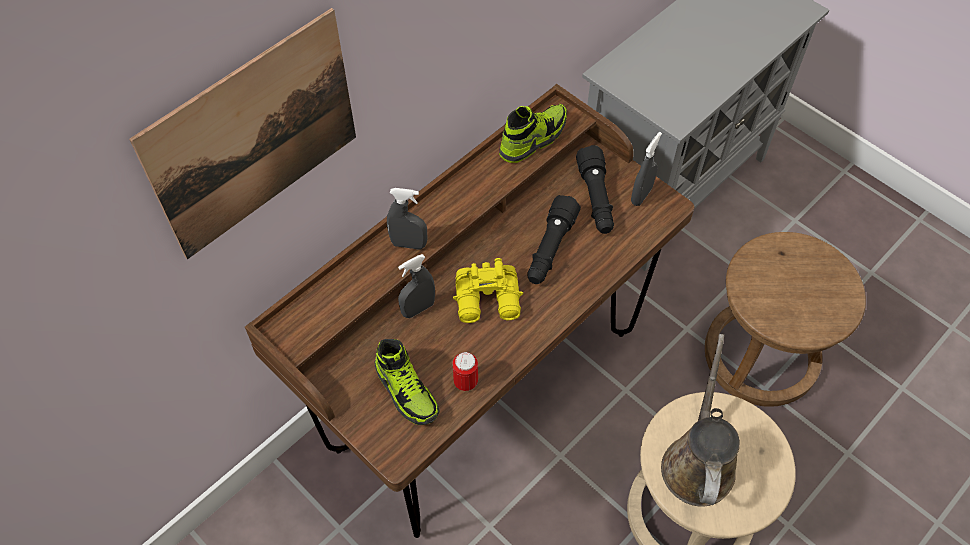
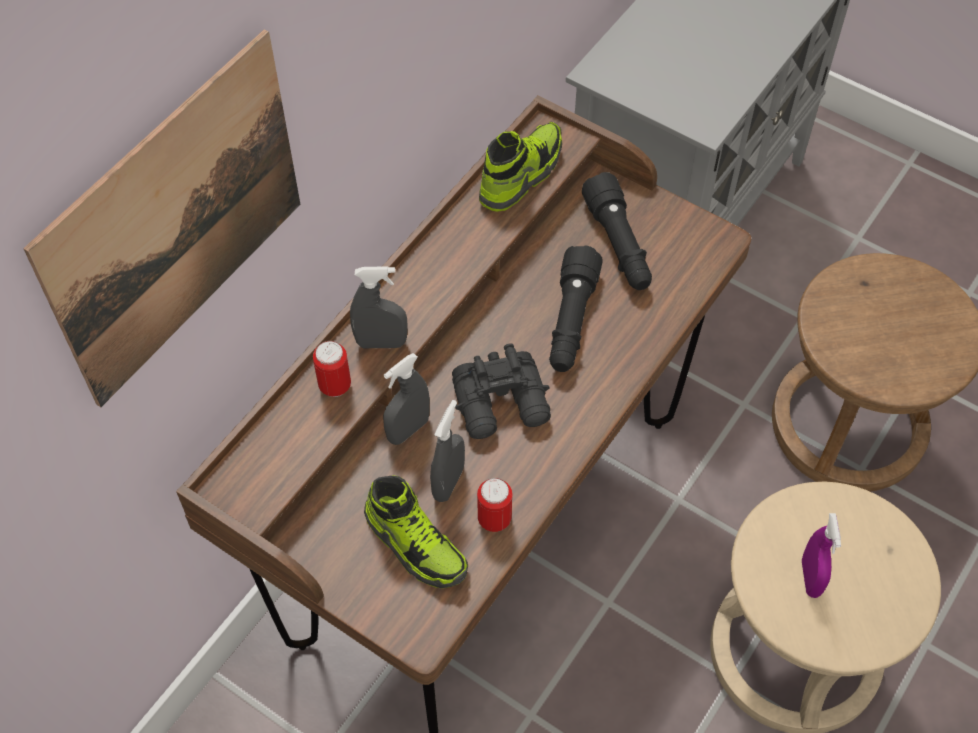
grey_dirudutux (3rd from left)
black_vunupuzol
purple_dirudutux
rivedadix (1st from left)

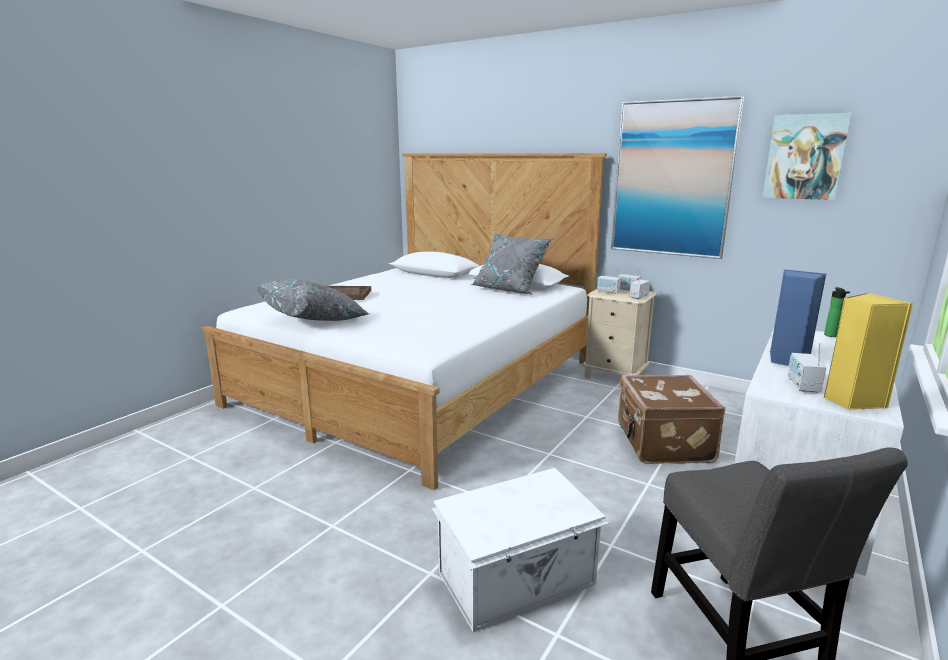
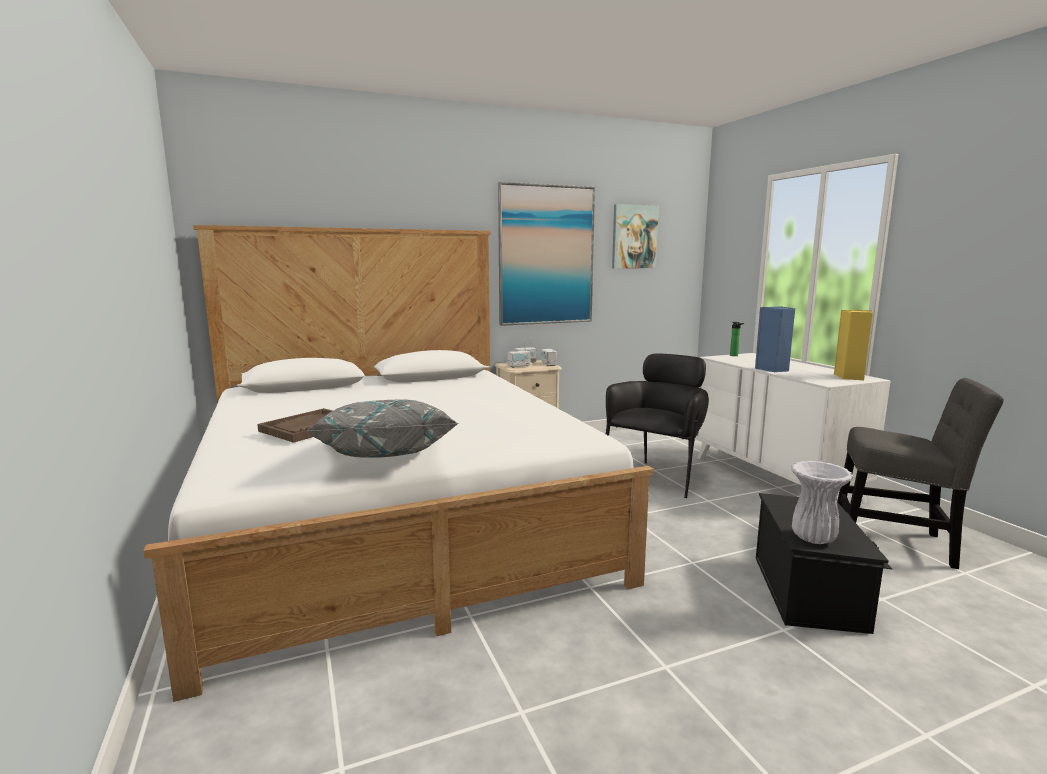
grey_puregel (2nd from left in the first image)
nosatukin (4th from left in the first image)
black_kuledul
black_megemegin
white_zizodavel

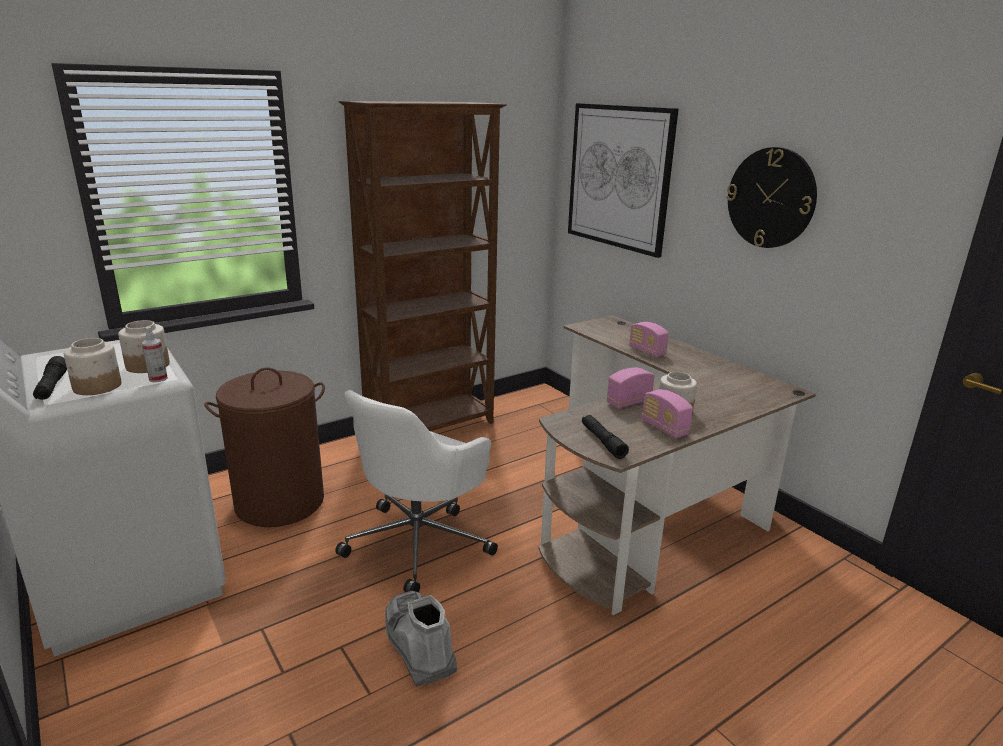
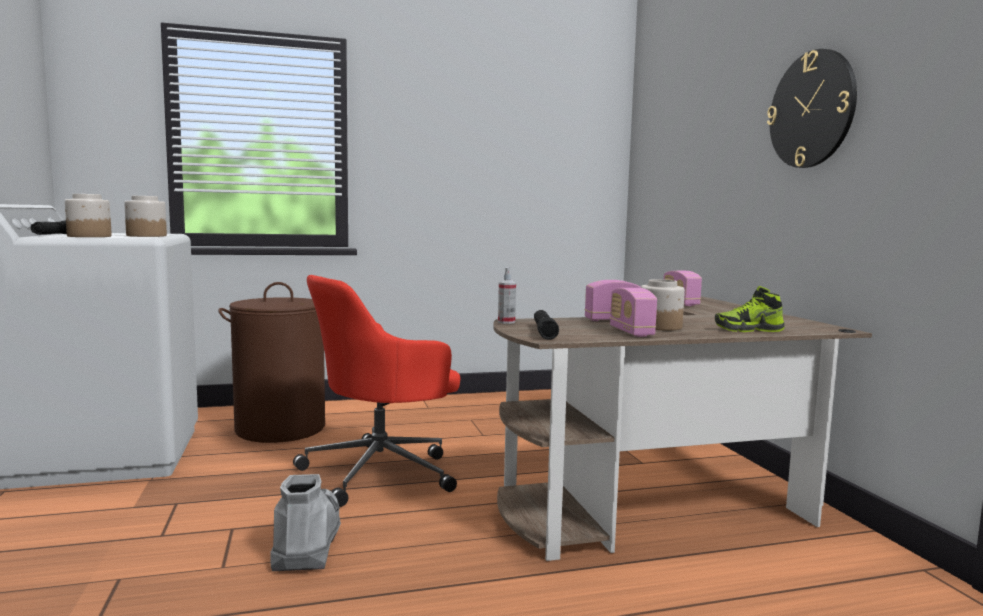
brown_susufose
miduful
dirudutux
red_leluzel
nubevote

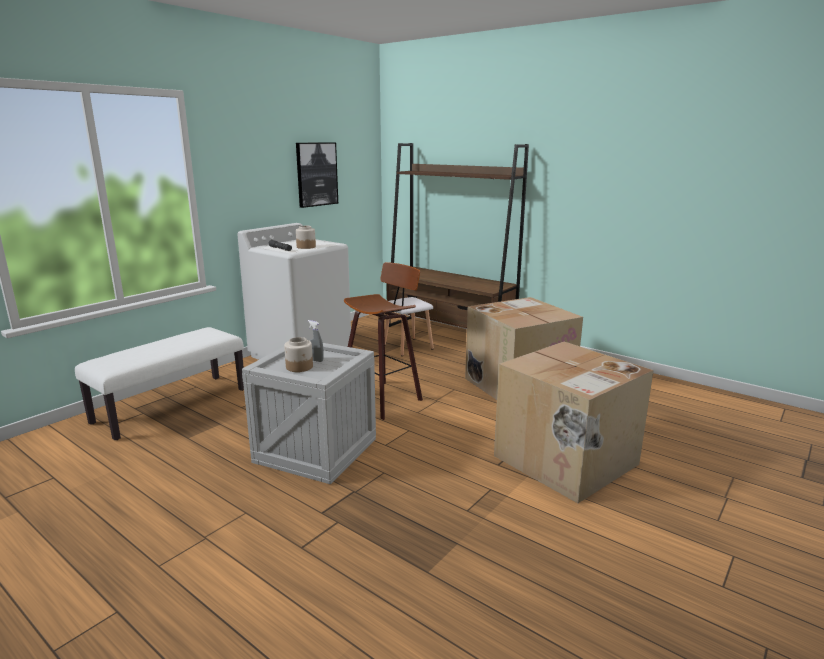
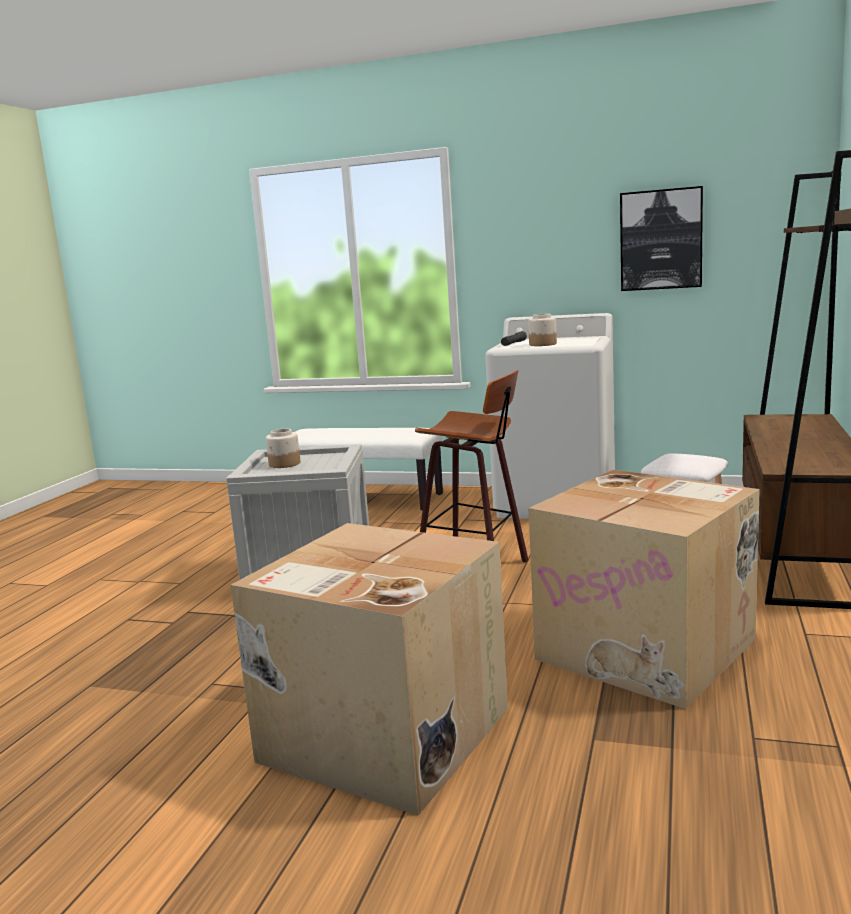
grey_dirudutux

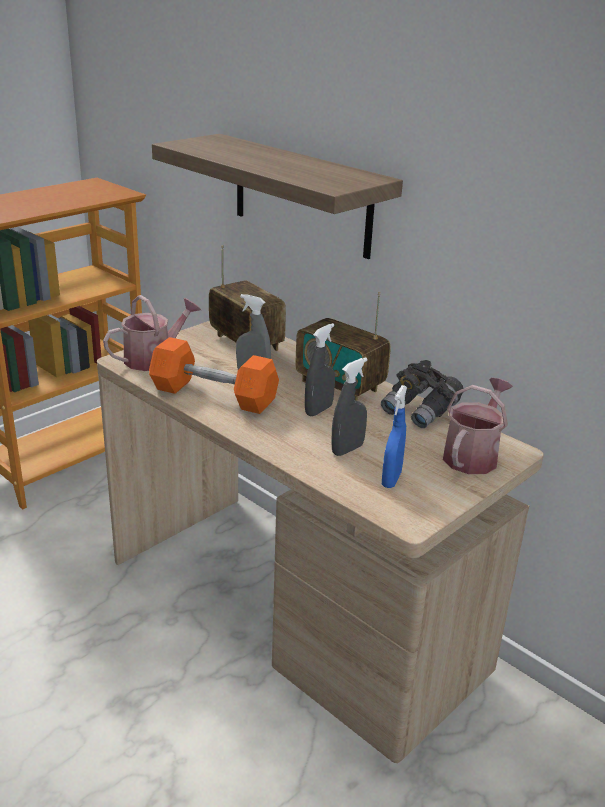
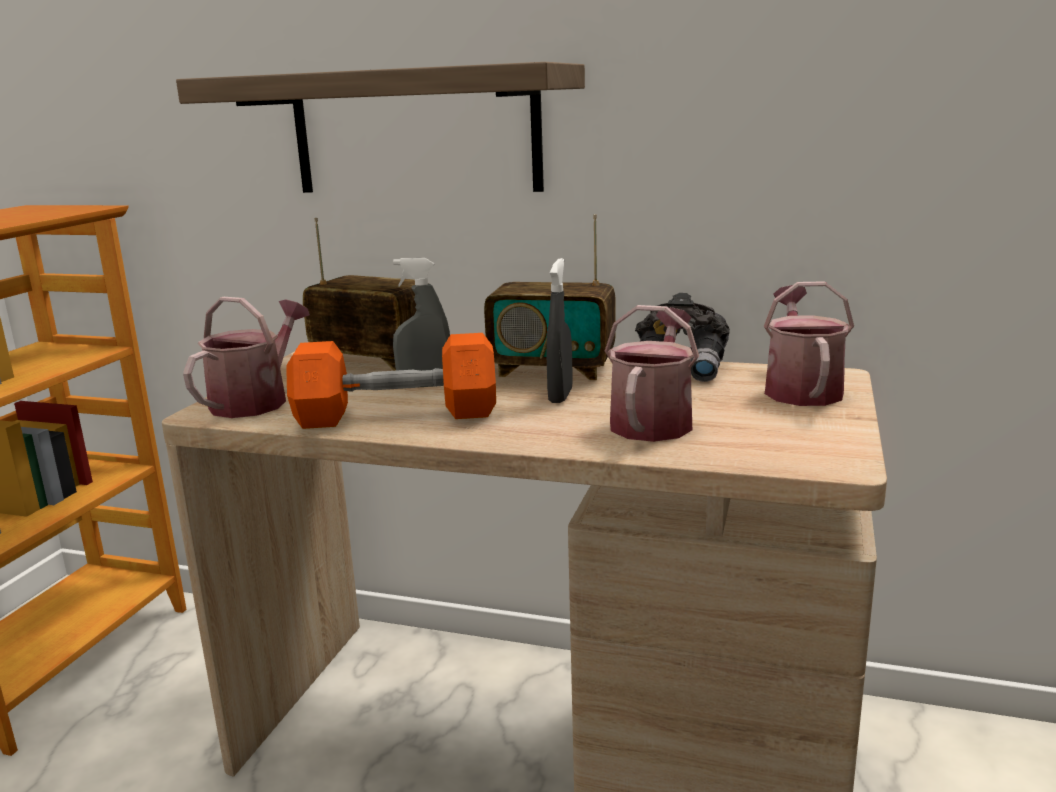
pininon (2nd from left)
blue_dirudutux

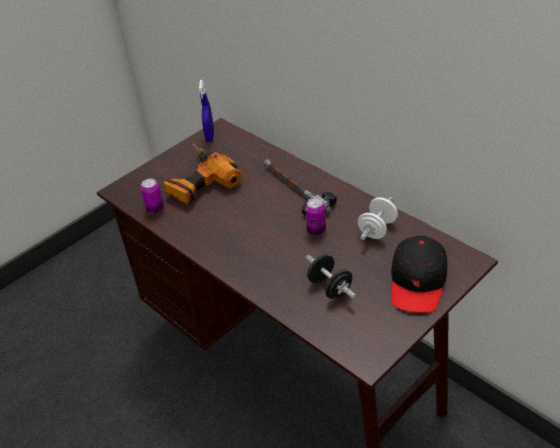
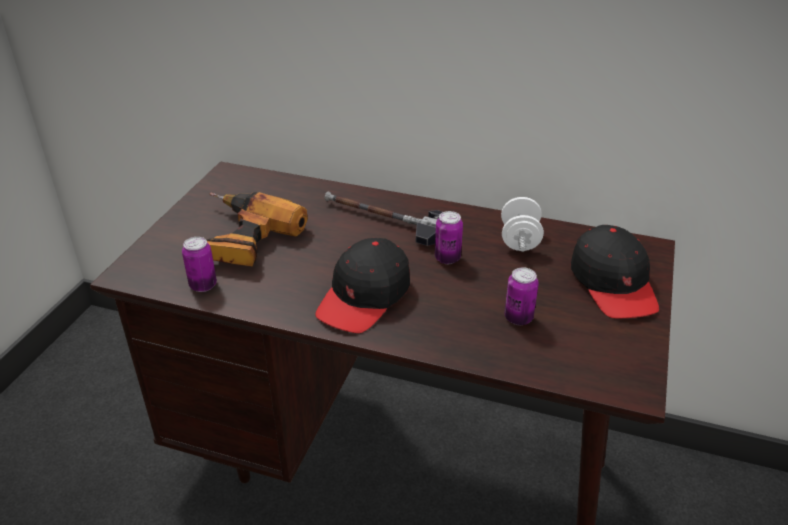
blue_dirudutux
rivedadix (3rd from left)
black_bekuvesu (1st from left)

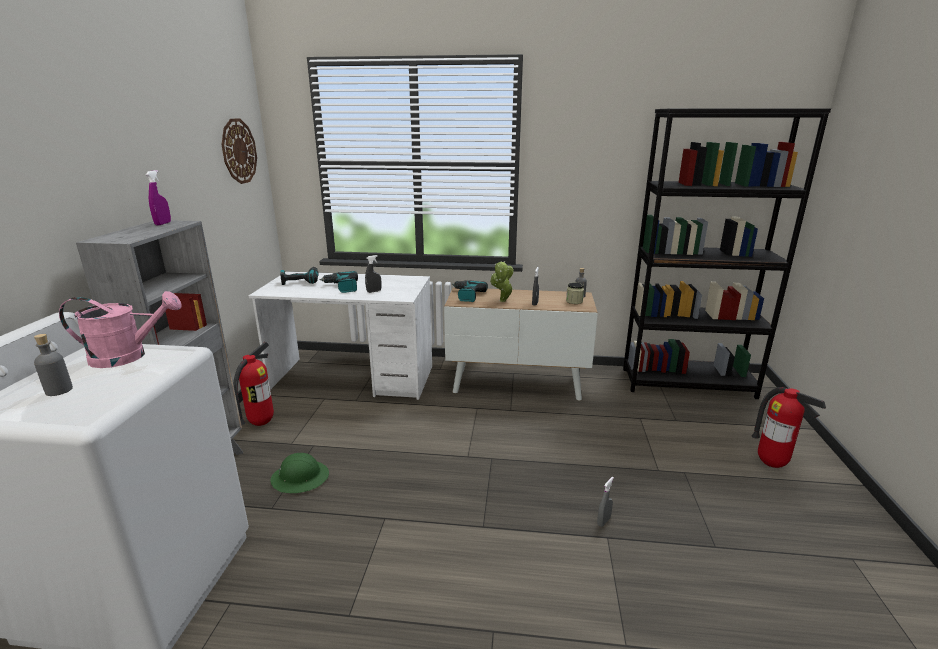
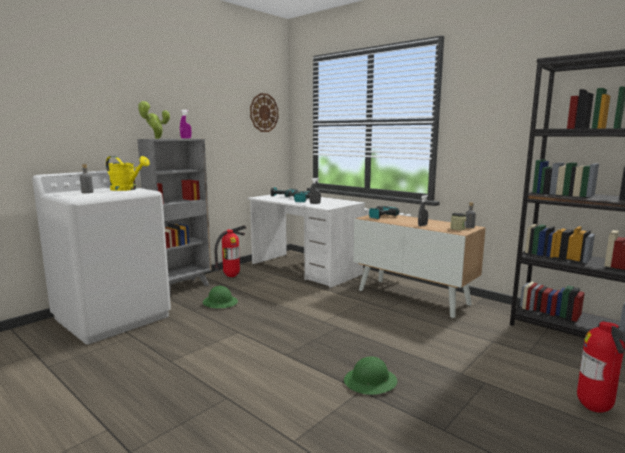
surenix
yellow_pininon
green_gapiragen (2nd from left)

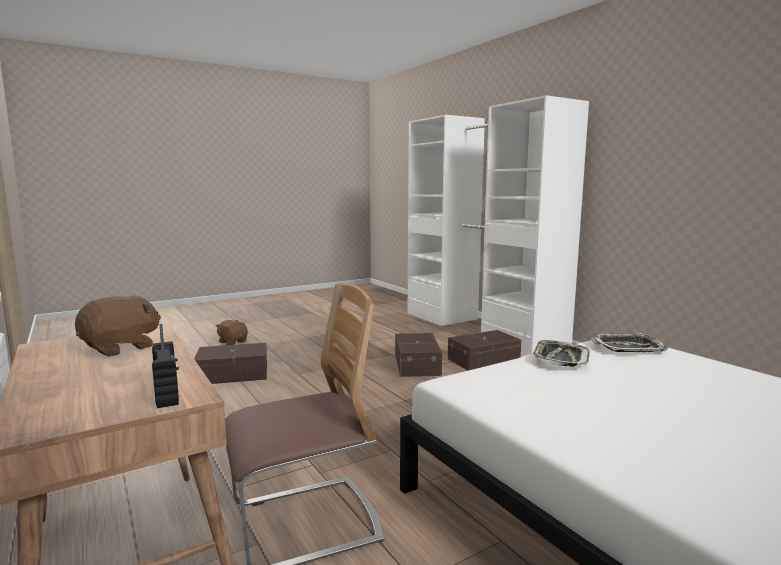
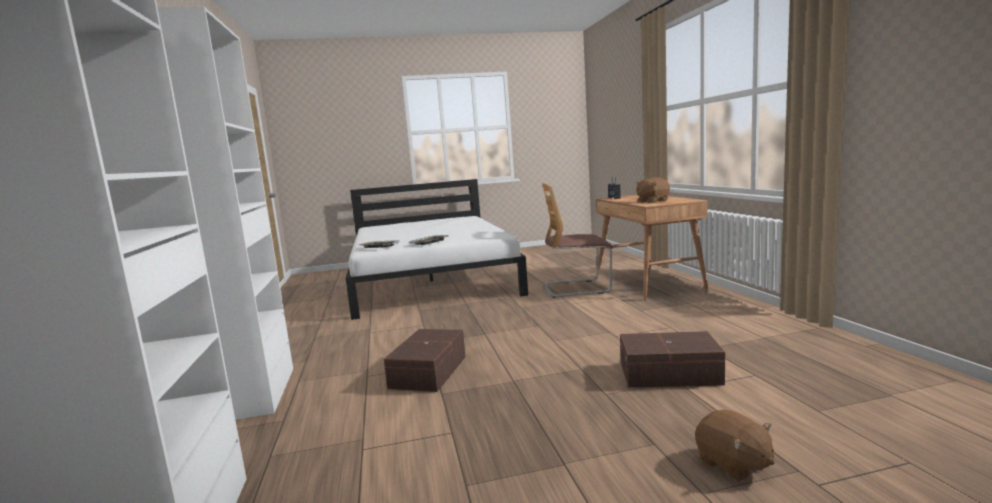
brown_megemegin (3rd from left in the first image)

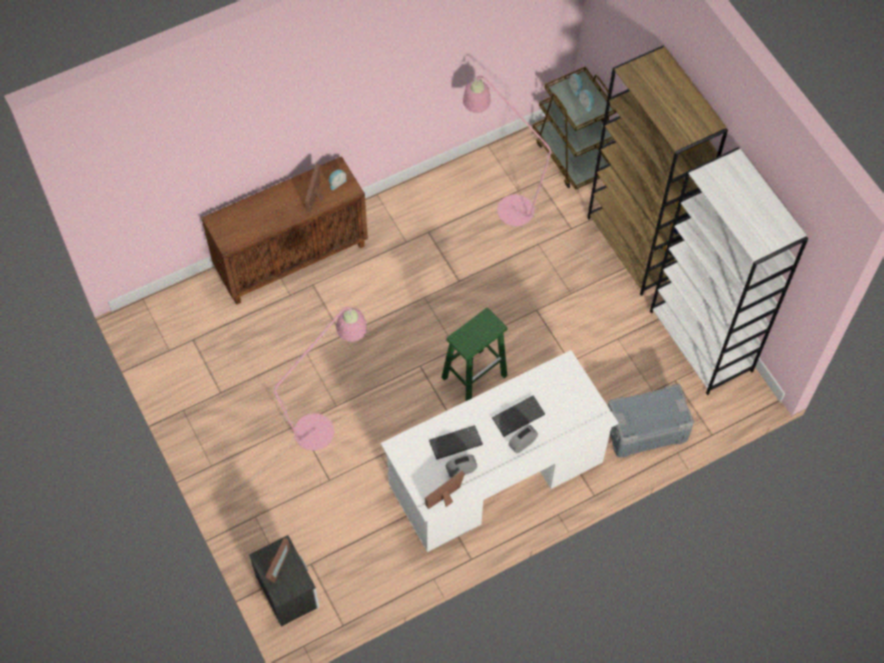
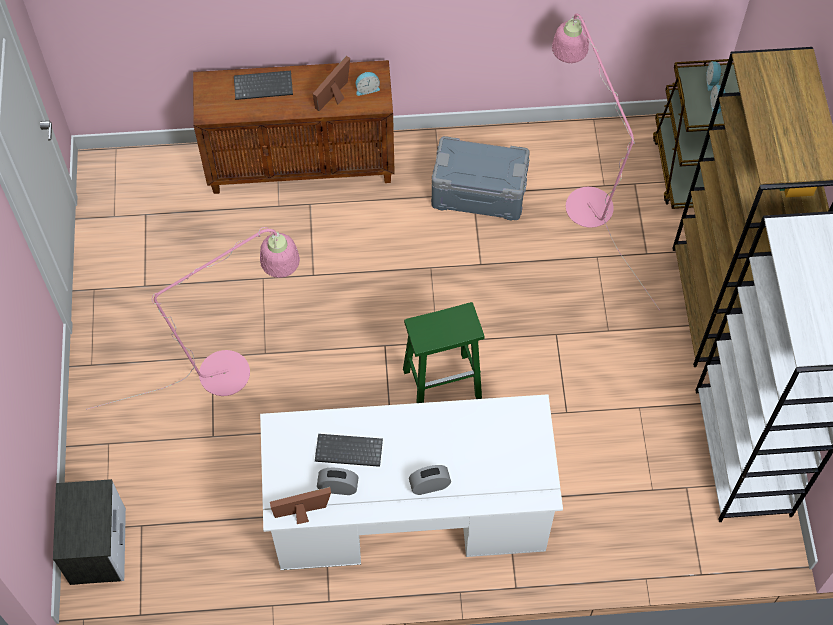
grey_megemegin
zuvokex (1st from left)
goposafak (1st from left in the first image)

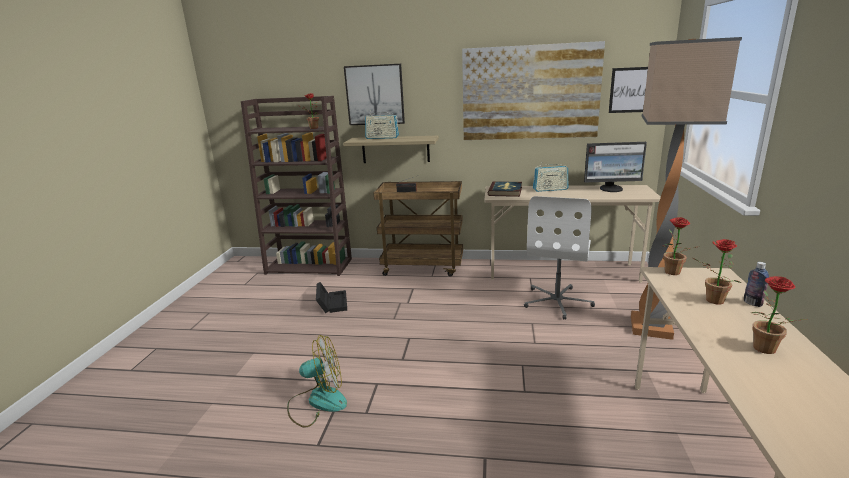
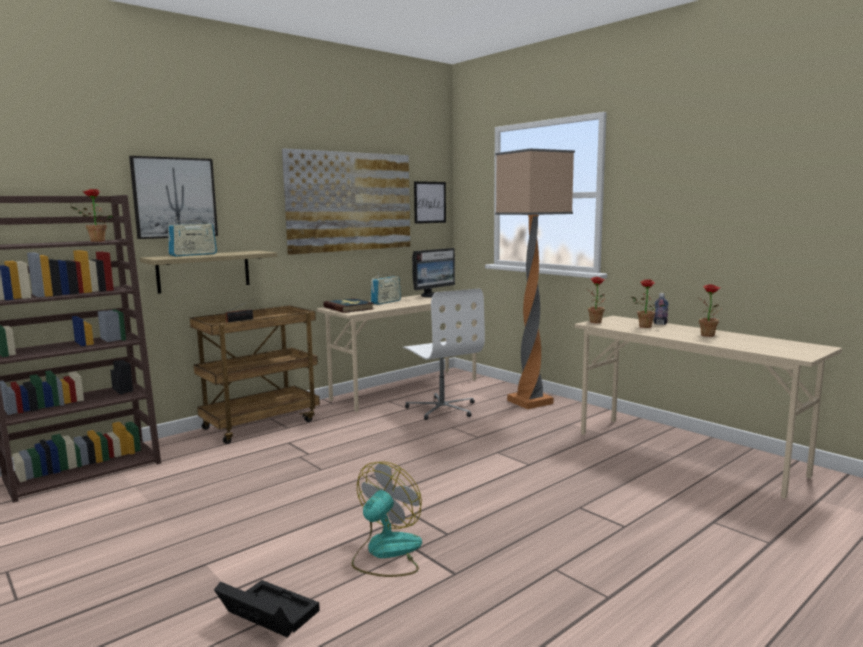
black_megemegin

